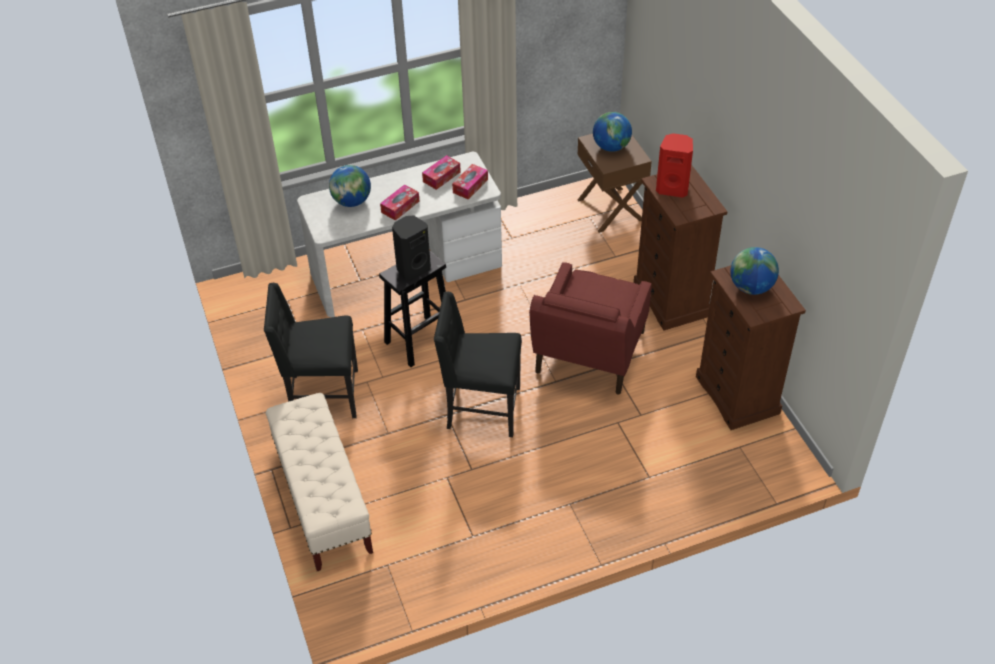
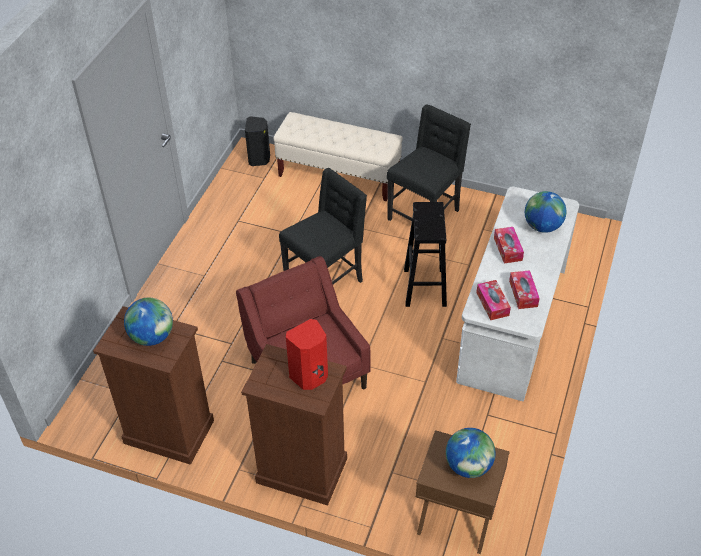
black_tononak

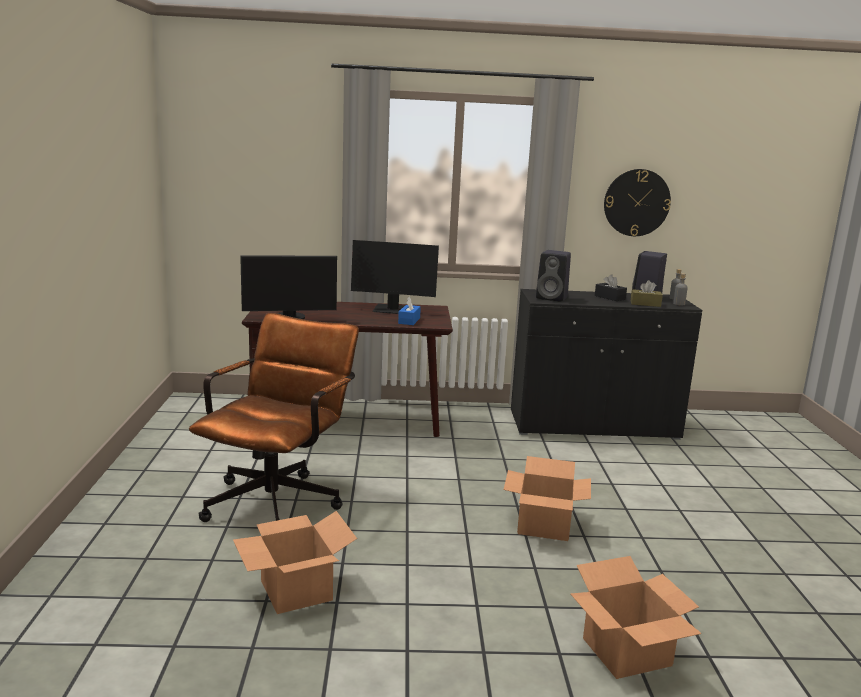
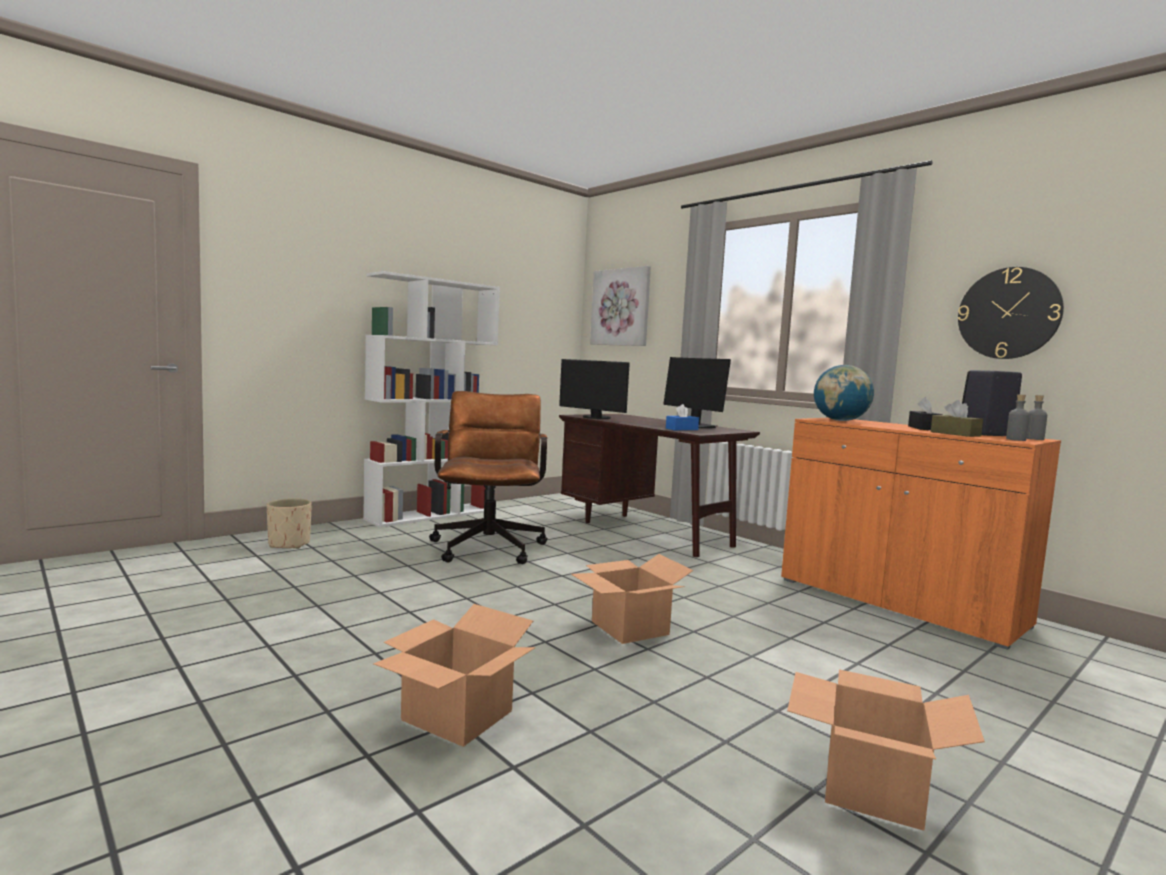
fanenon
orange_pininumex
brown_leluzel
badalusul (3rd from left)
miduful
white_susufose
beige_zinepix

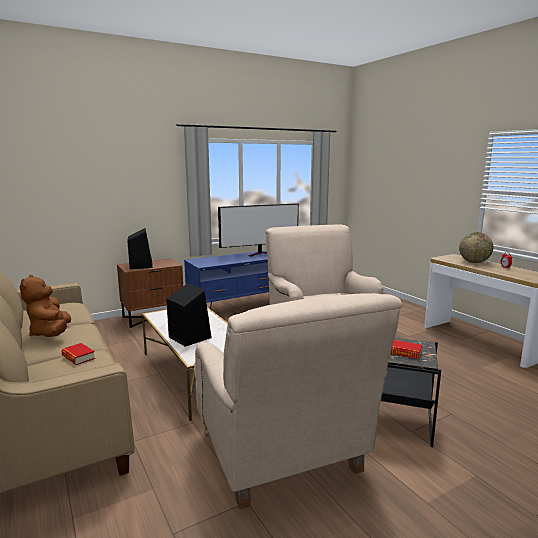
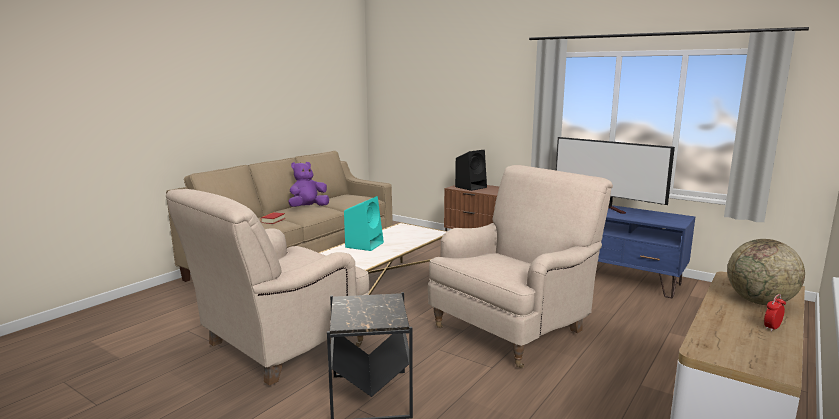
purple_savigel
turquoise_tononak
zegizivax (2nd from left in the first image)

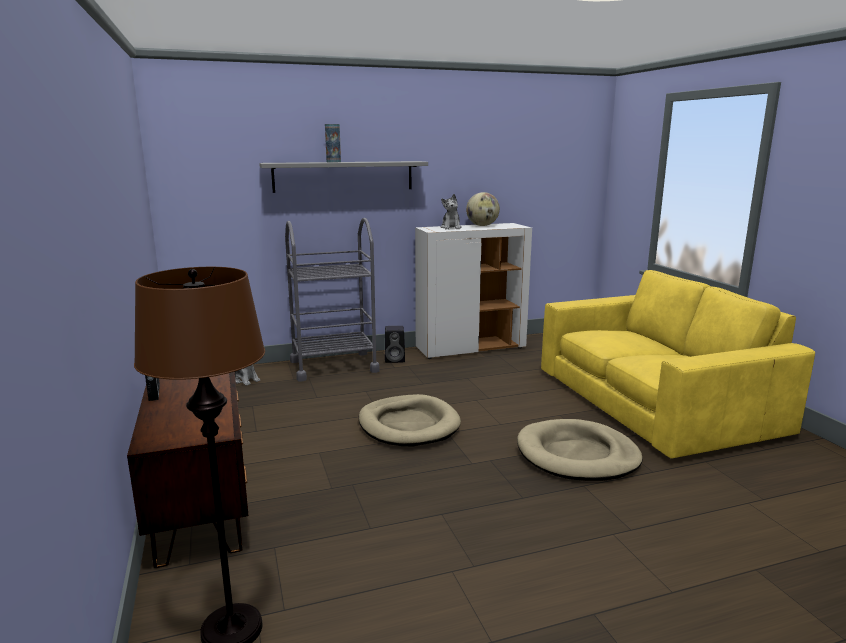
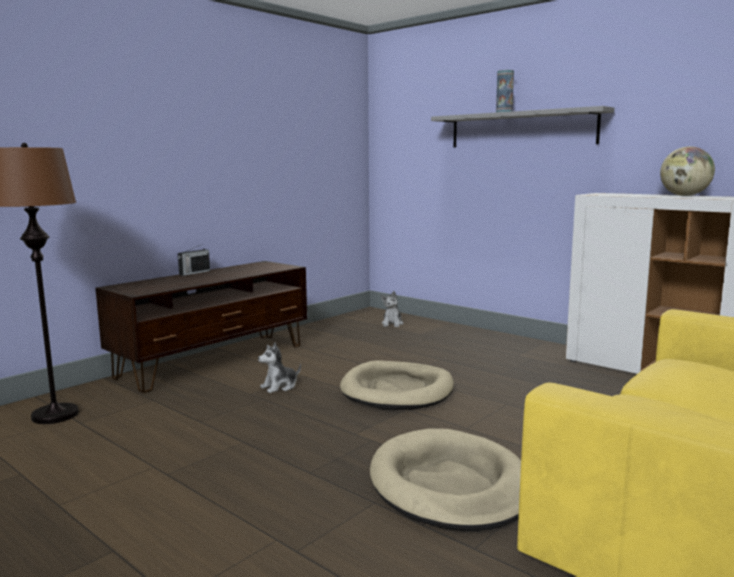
savigel (1st from left)
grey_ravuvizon
black_tononak

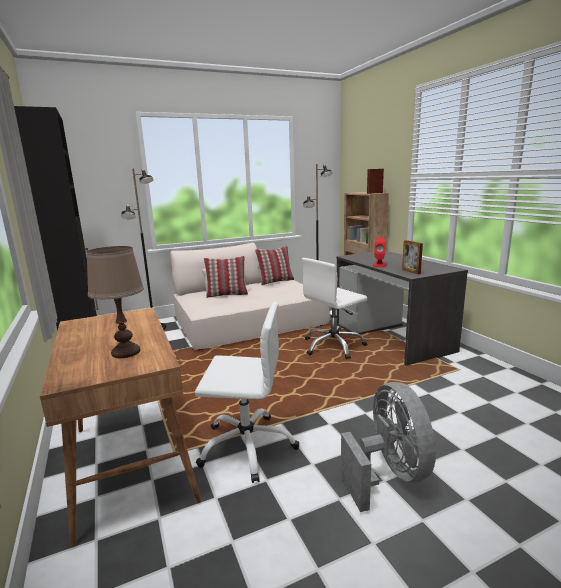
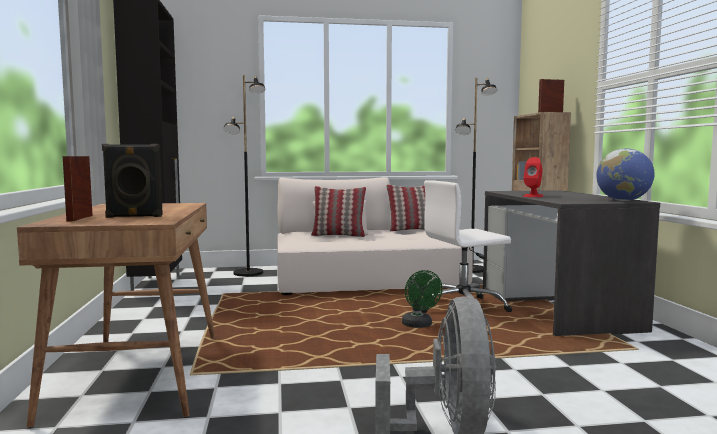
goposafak (1st from left)
black_tononak
white_leluzel (1st from left in the first image)
fanenon
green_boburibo

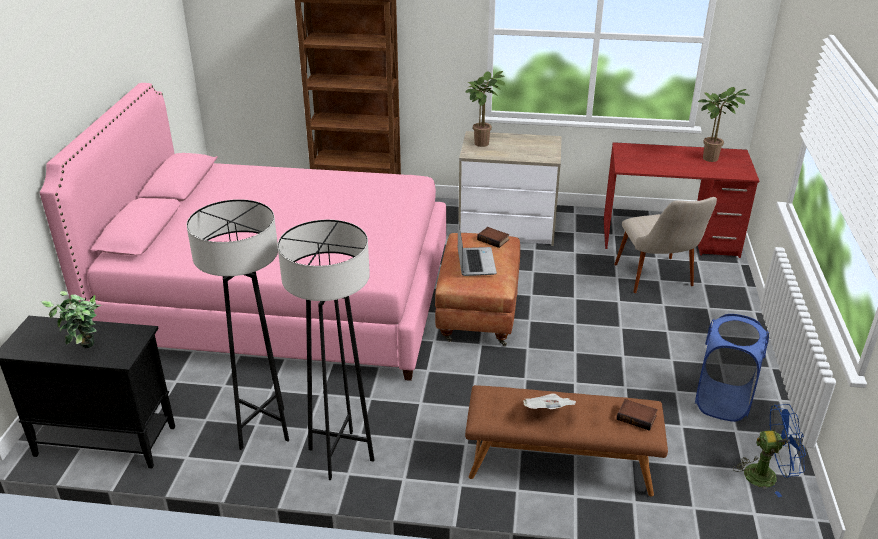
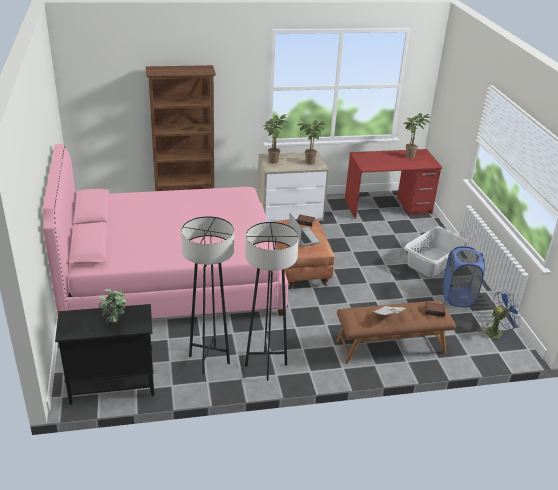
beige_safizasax
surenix (3rd from left)
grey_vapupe

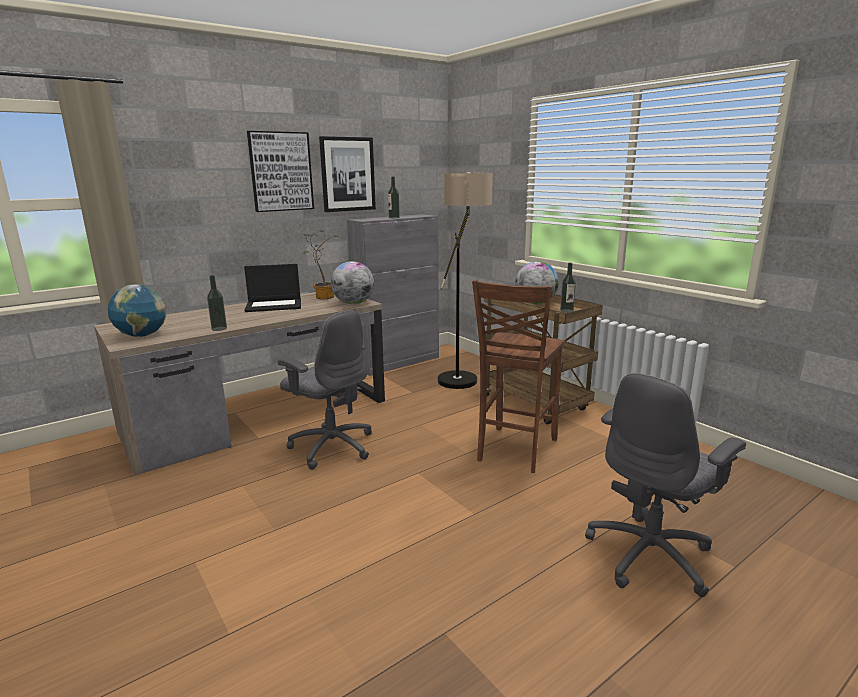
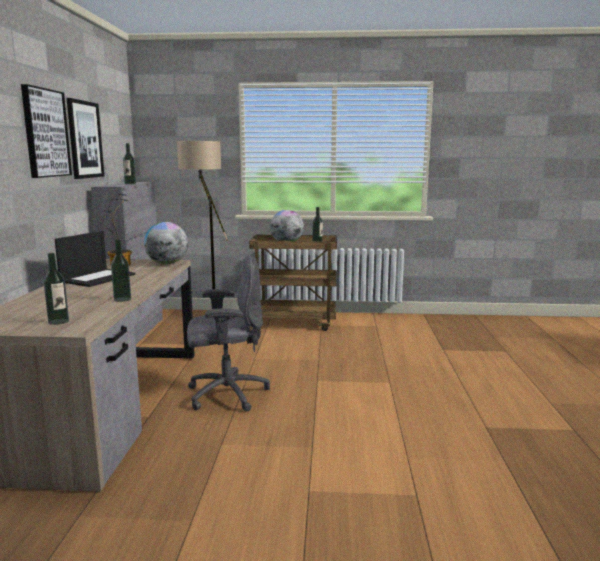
brown_safizasax
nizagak (1st from left)
grey_leluzel (2nd from left in the first image)

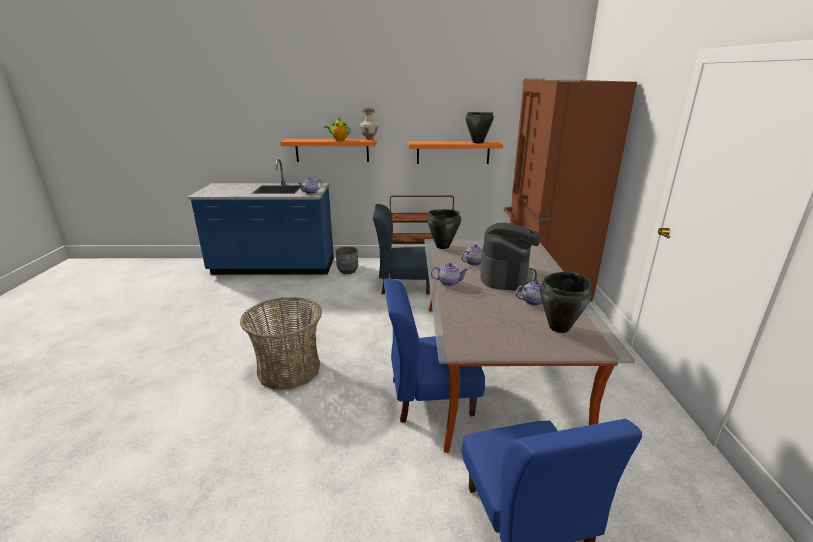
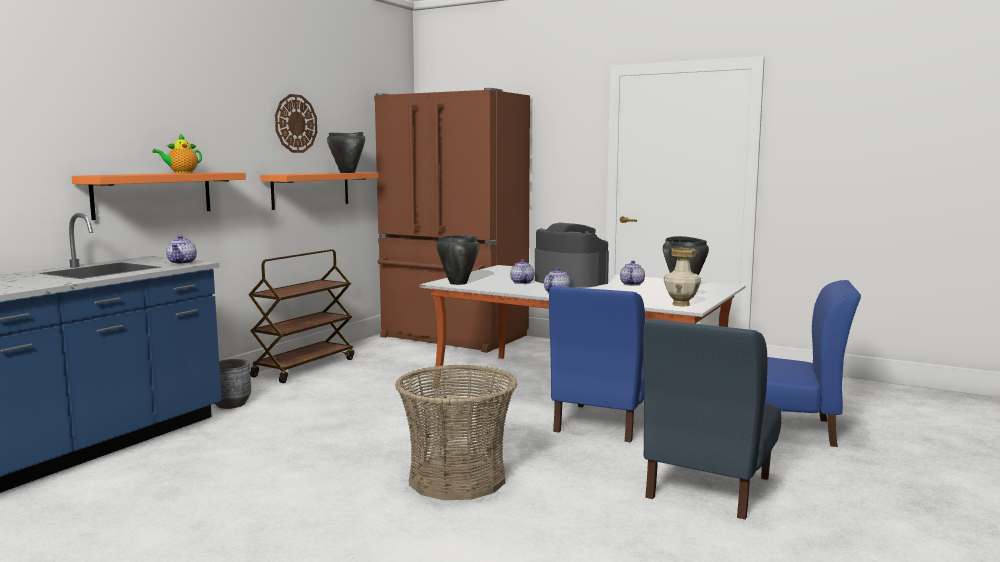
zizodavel
blue_safizasax (2nd from left)
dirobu

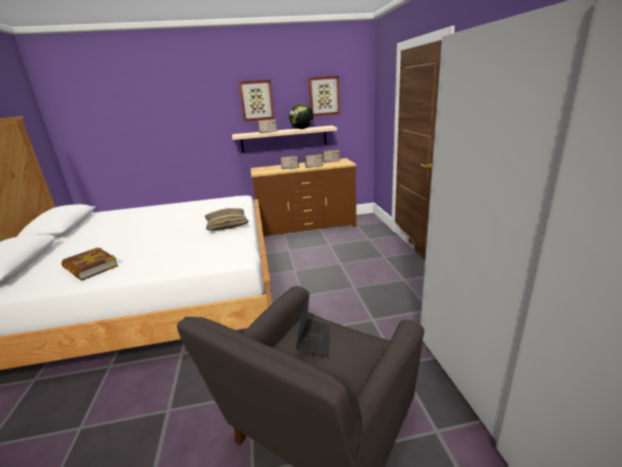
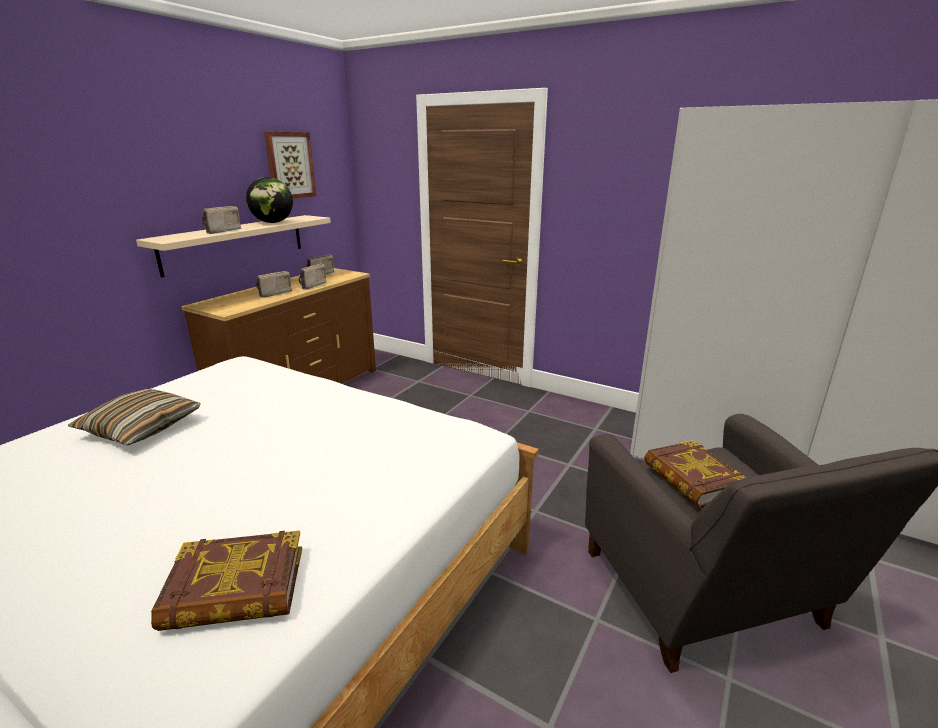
miduful (1st from left in the first image)
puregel
zegizivax (2nd from left)

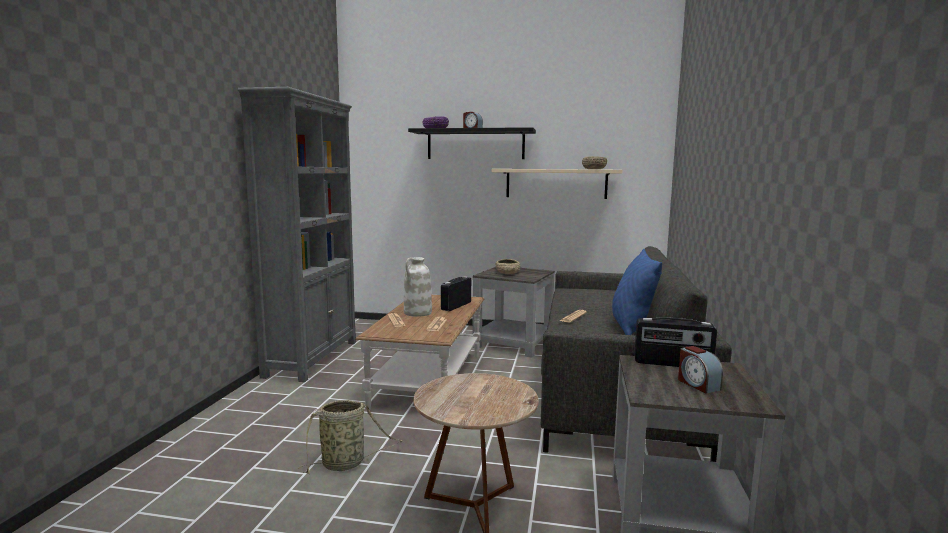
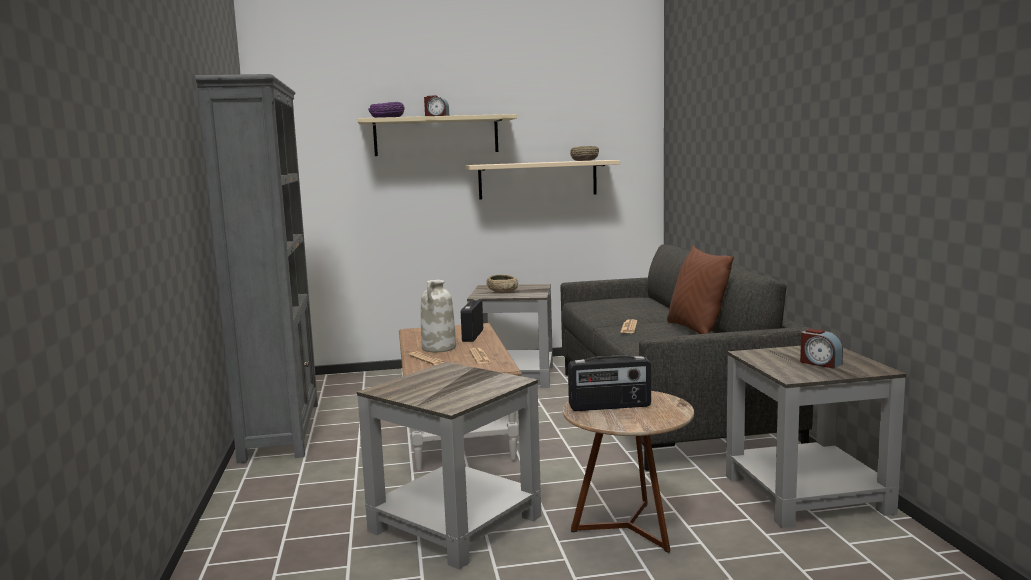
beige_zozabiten (1st from left)
brown_puregel
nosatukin (2nd from left)
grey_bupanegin (1st from left)

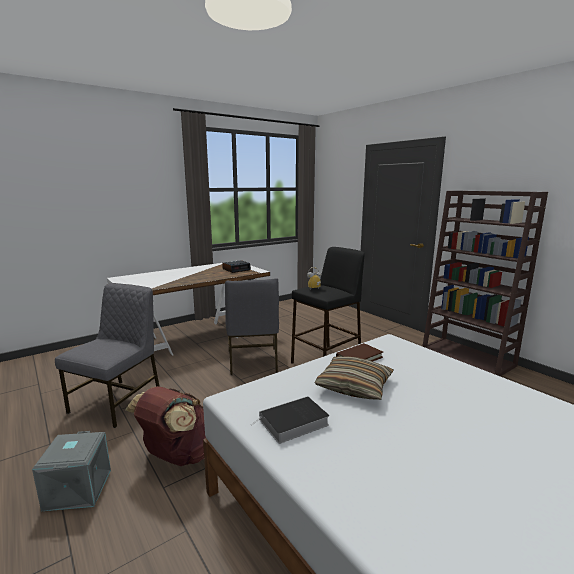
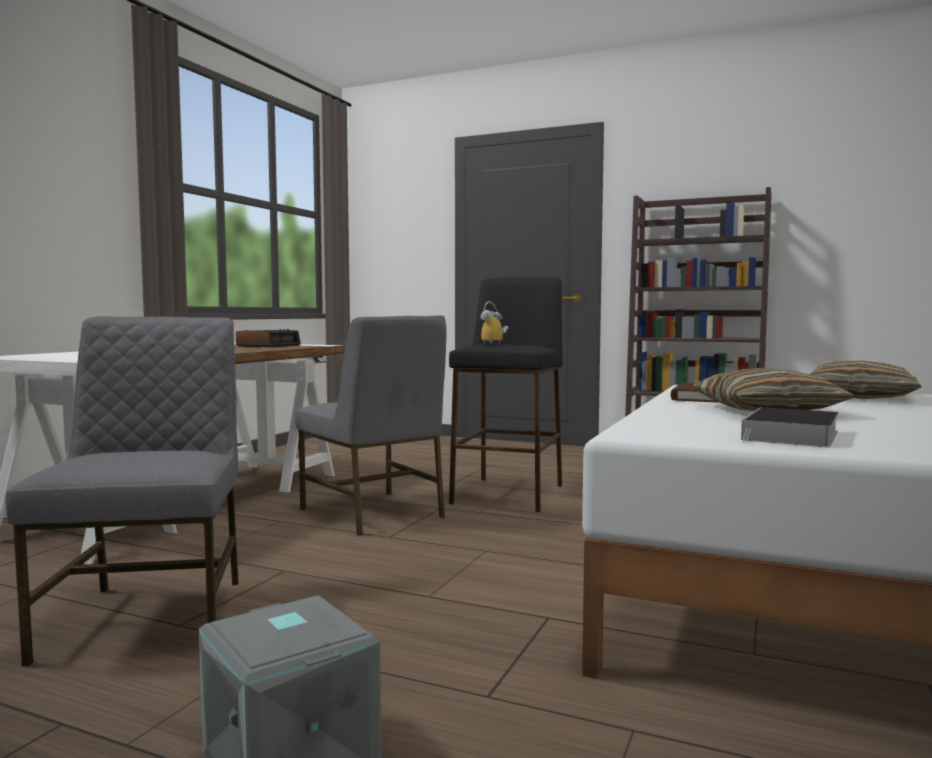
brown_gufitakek
puregel (2nd from left)

